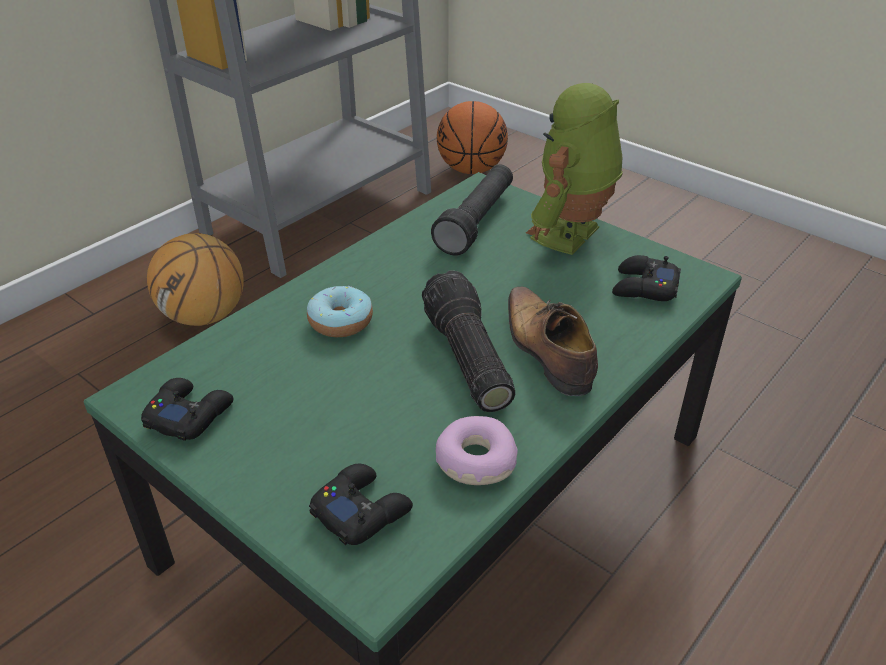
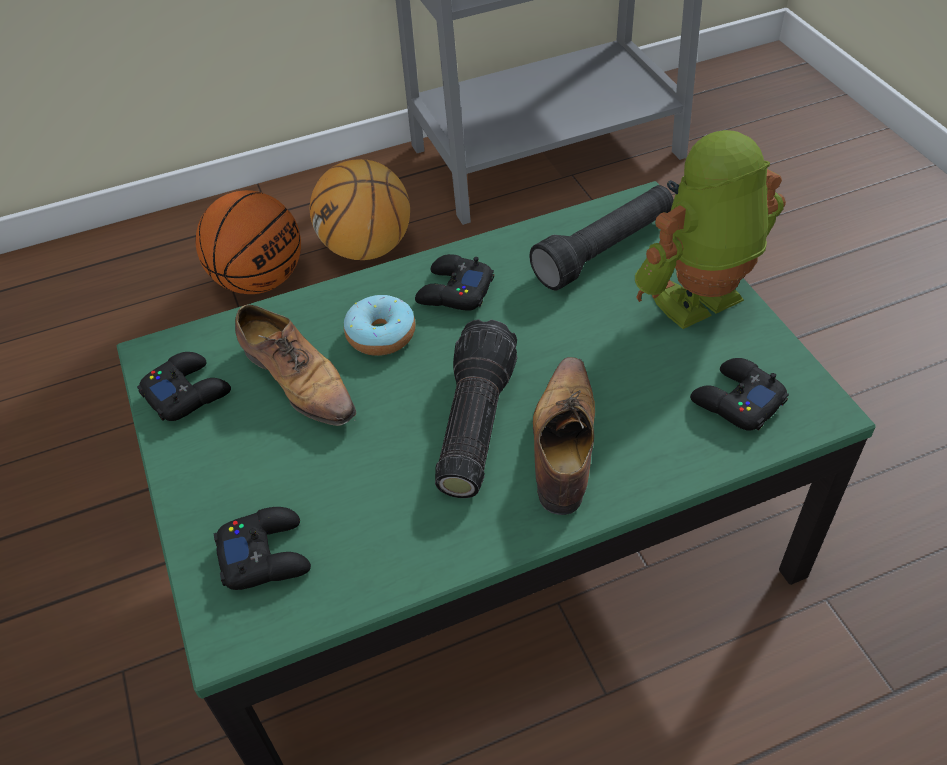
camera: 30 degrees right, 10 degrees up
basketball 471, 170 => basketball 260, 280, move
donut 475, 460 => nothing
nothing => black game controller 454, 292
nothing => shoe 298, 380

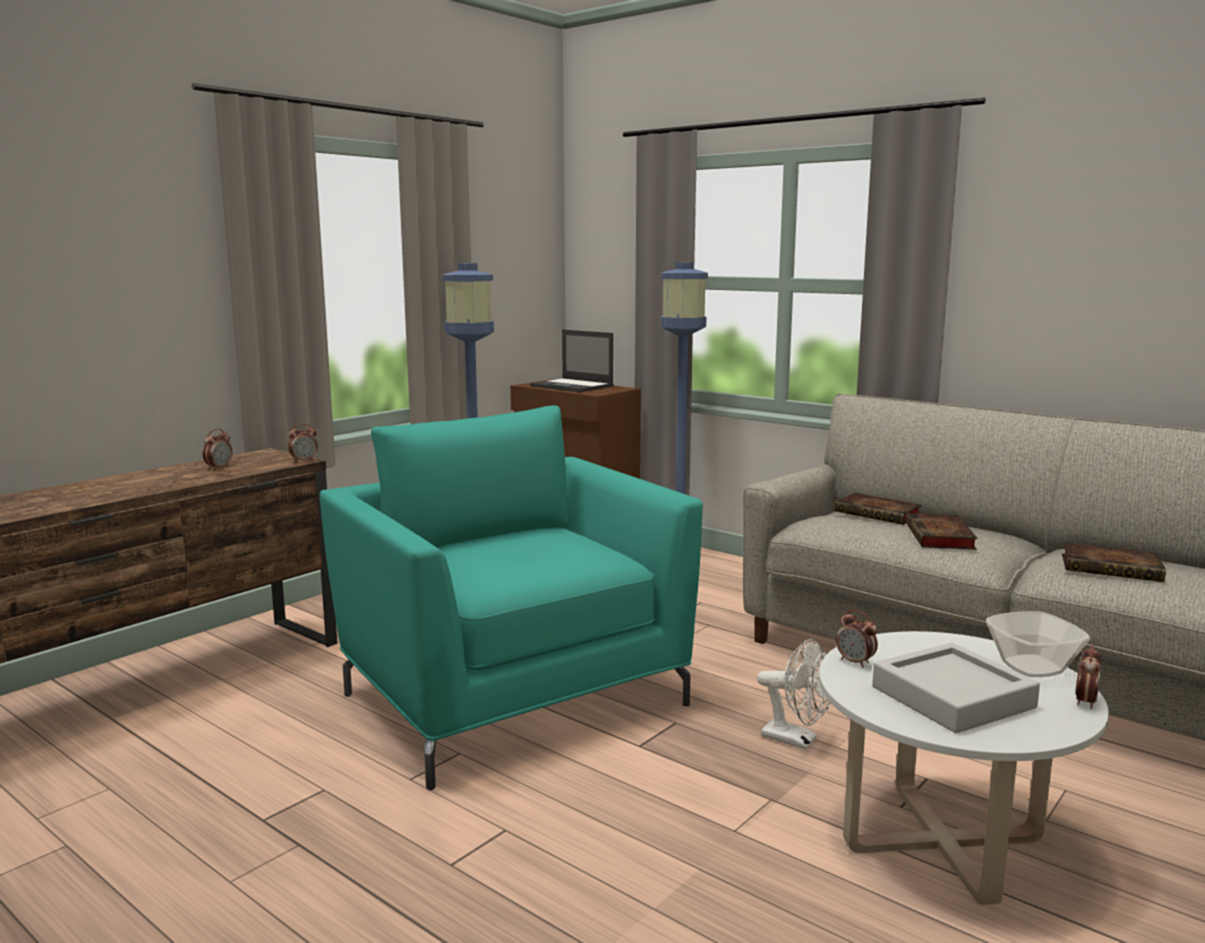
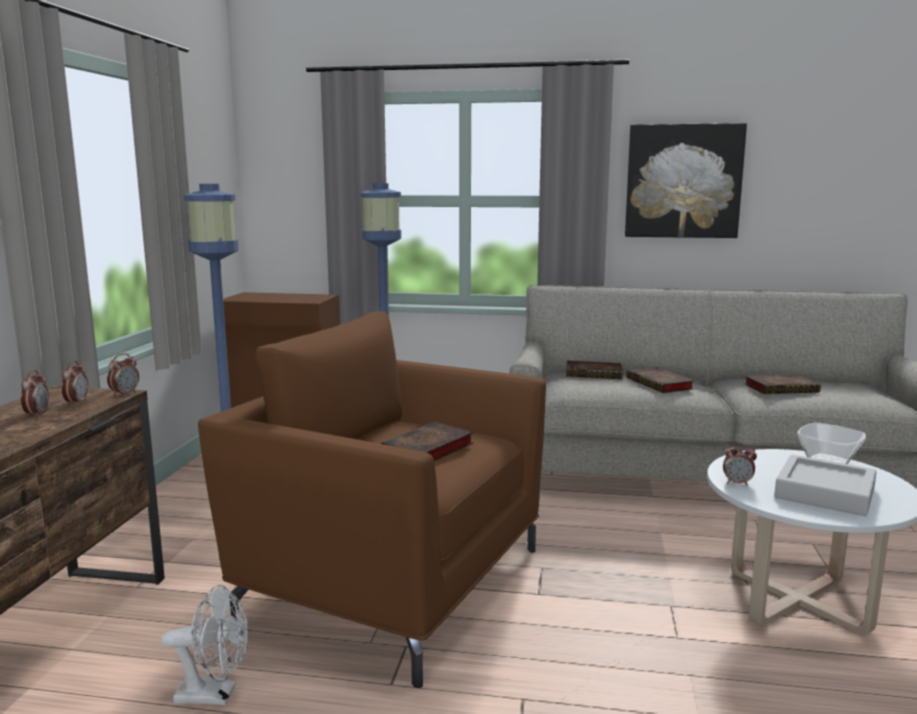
camera: 30 degrees left, 0 degrees up
laptop 573, 386 => nothing
turquoise armchair 513, 696 => brown armchair 392, 582
white fan 797, 740 => white fan 215, 694, move
alarm clock 1085, 702 => alarm clock 77, 403, move
nothing => picture 683, 181
nothing => book 427, 450

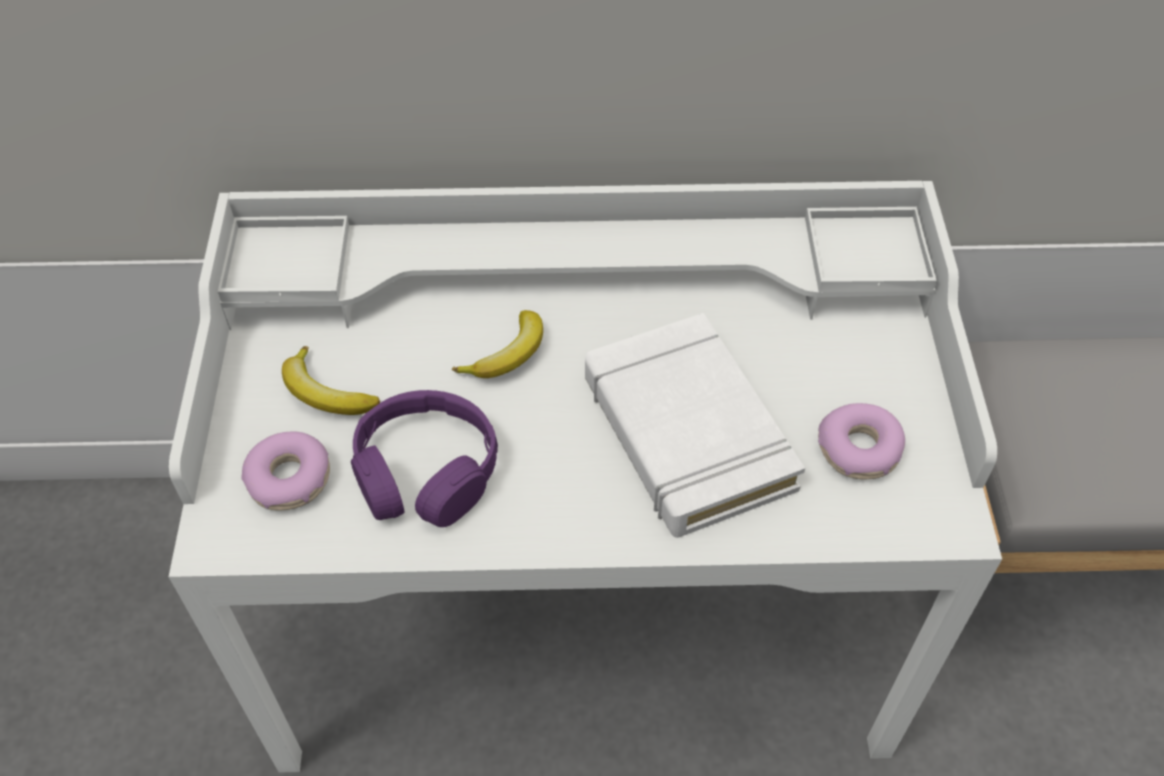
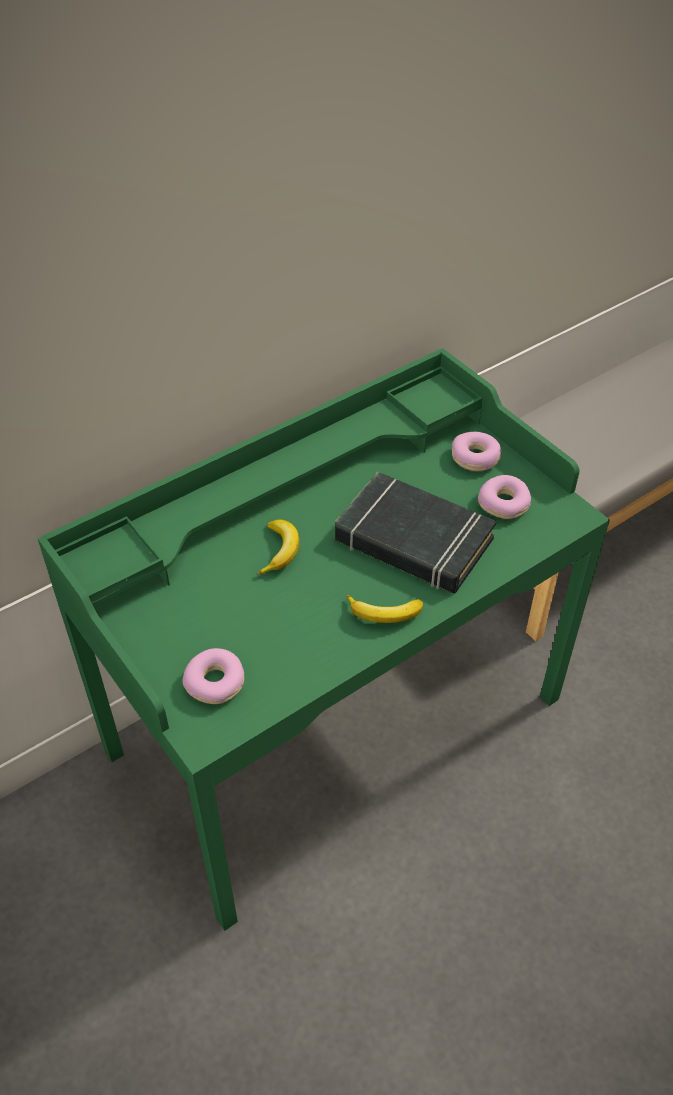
camera: 35 degrees left, 5 degrees down
white desk 582, 609 => green desk 334, 723
white book 686, 433 => black book 413, 540
banana 325, 393 => banana 384, 614, move
purple headphones 426, 472 => nothing
nothing => donut 475, 458

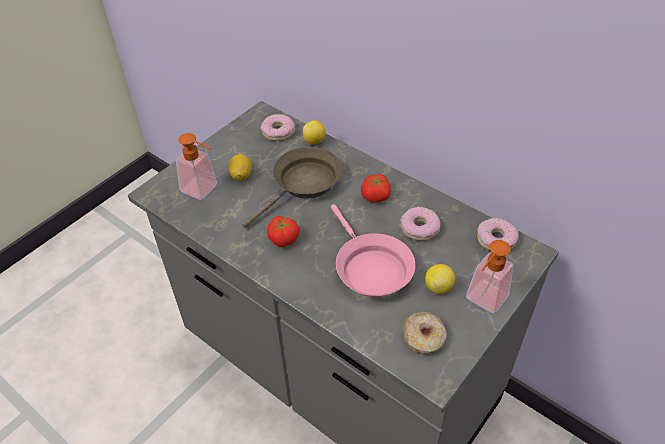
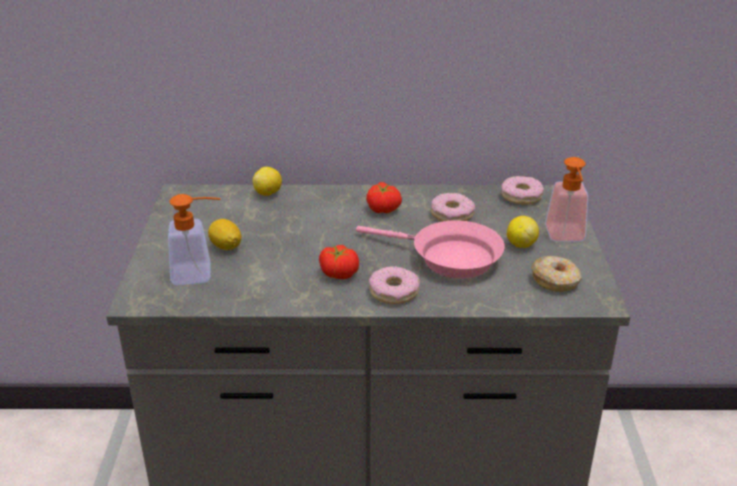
camera: 40 degrees left, 15 degrees down
donut 278, 132 => donut 394, 292, move
brown frying pan 303, 184 => nothing

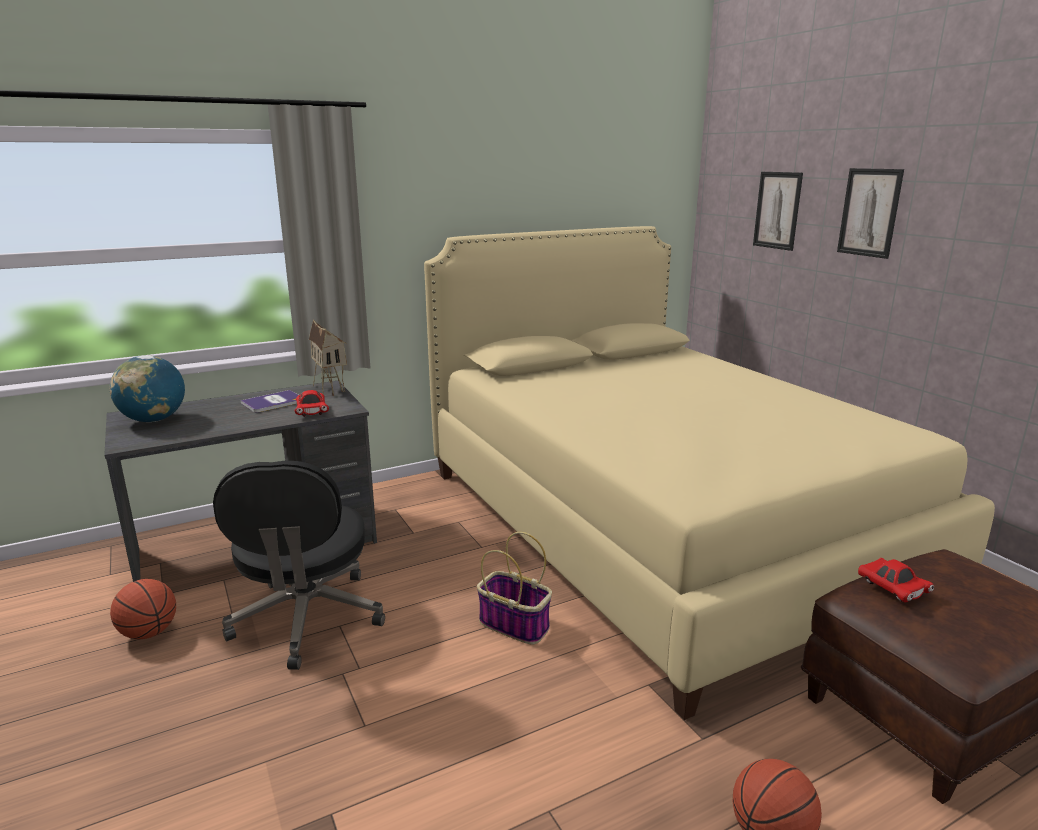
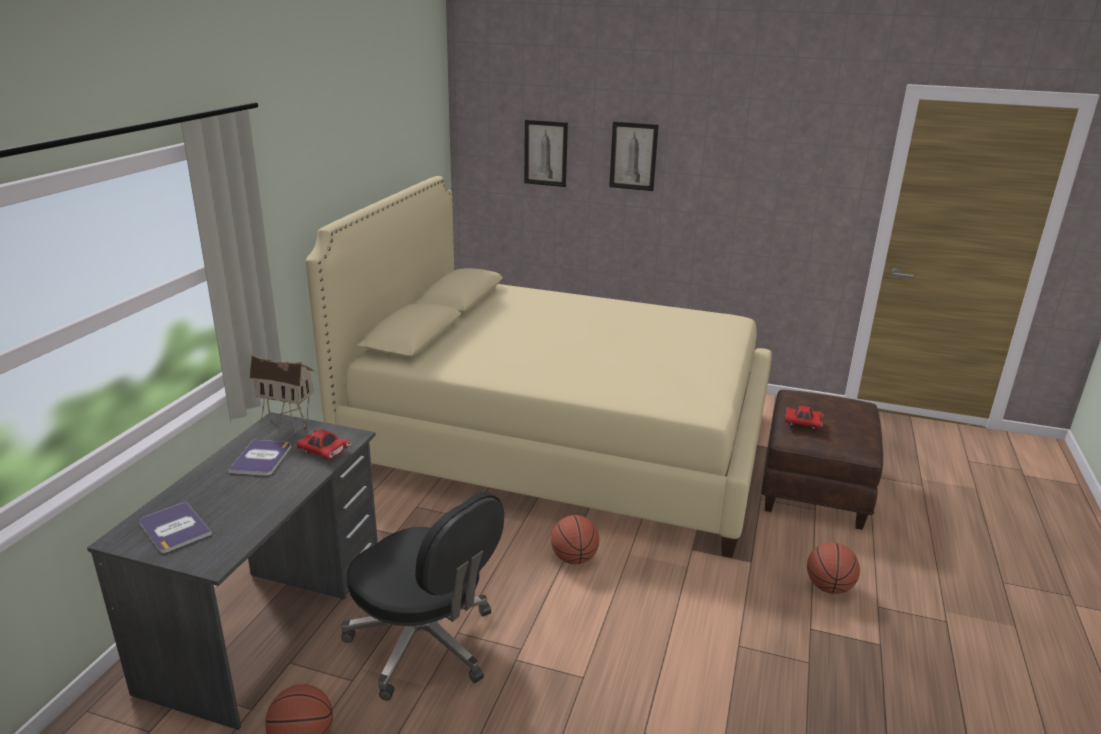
camera: 45 degrees left, 5 degrees up
globe 154, 420 => book 174, 528
basket 515, 625 => basketball 574, 558

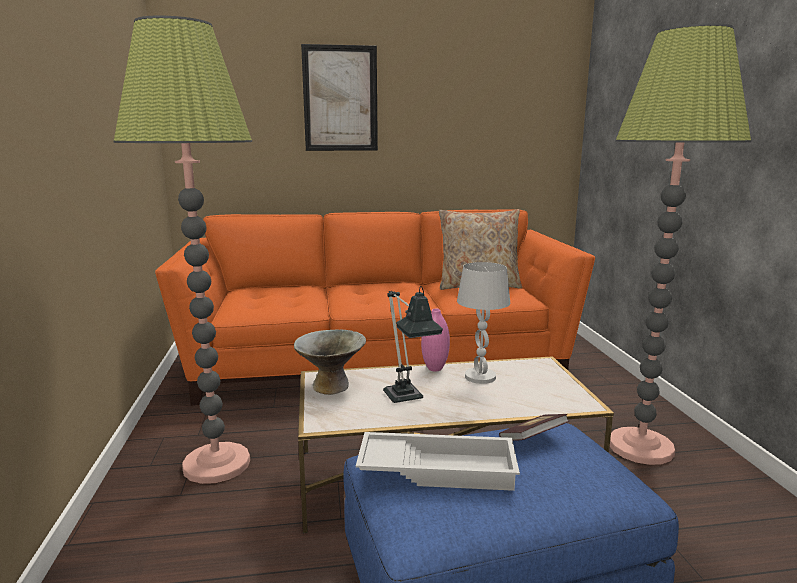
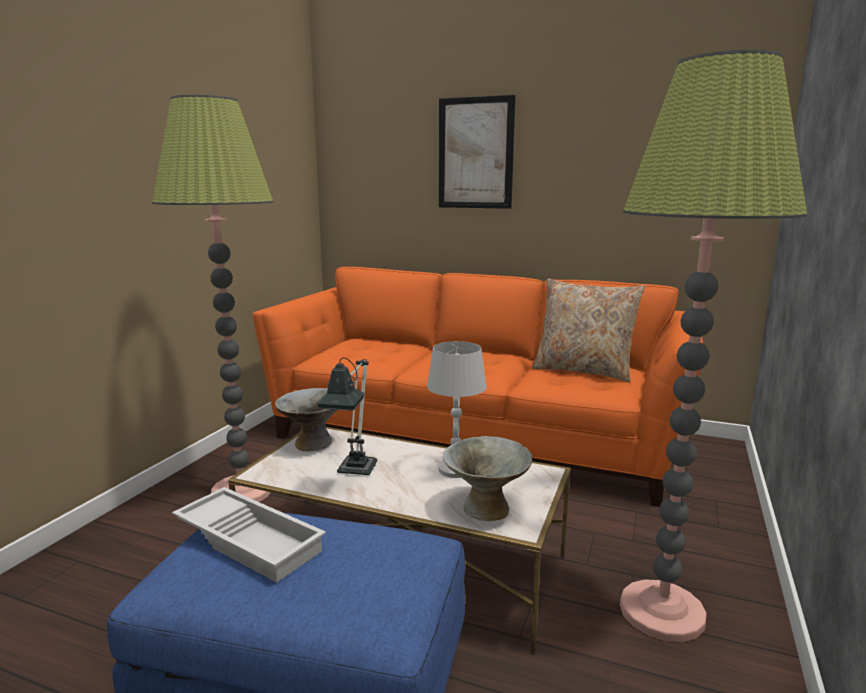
camera: 30 degrees right, 0 degrees up
pink vase 435, 368 => nothing
book 532, 439 => nothing
nothing => grey bowl 486, 508

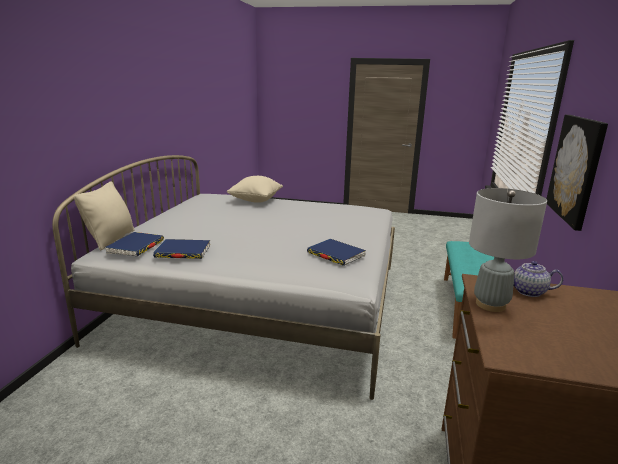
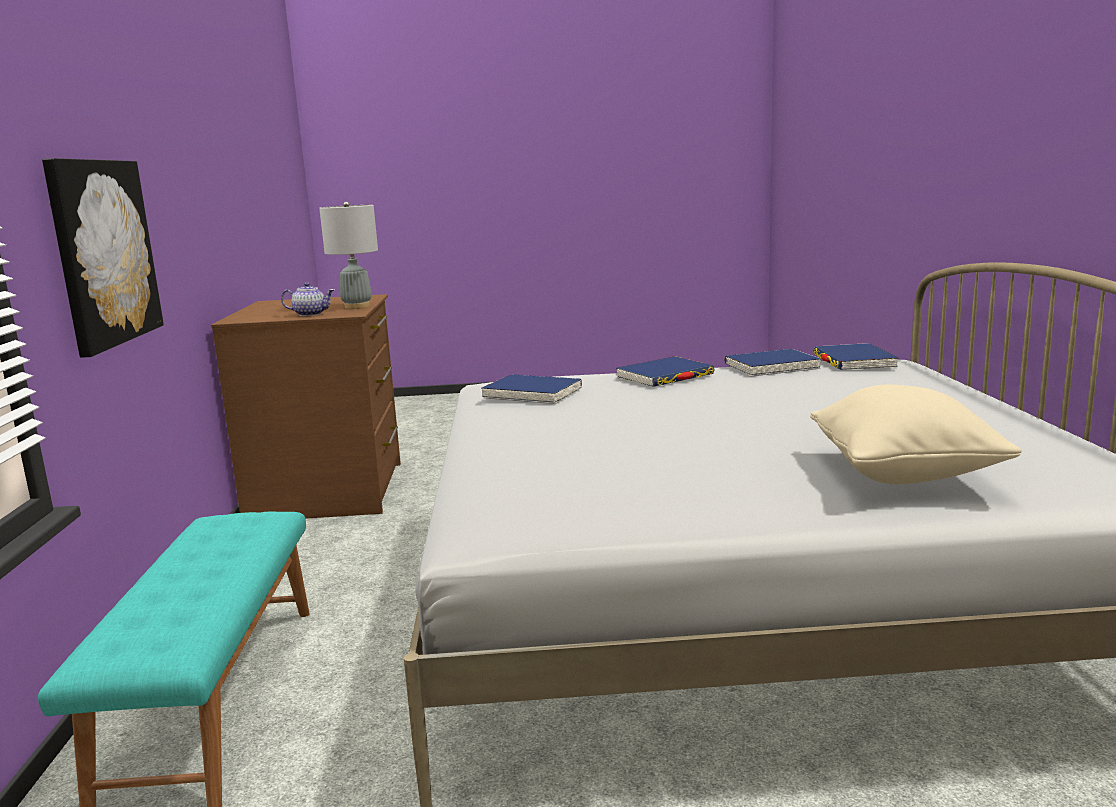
camera: 165 degrees right, 5 degrees down
beige pillow 111, 239 => nothing
nothing => blue book 665, 376

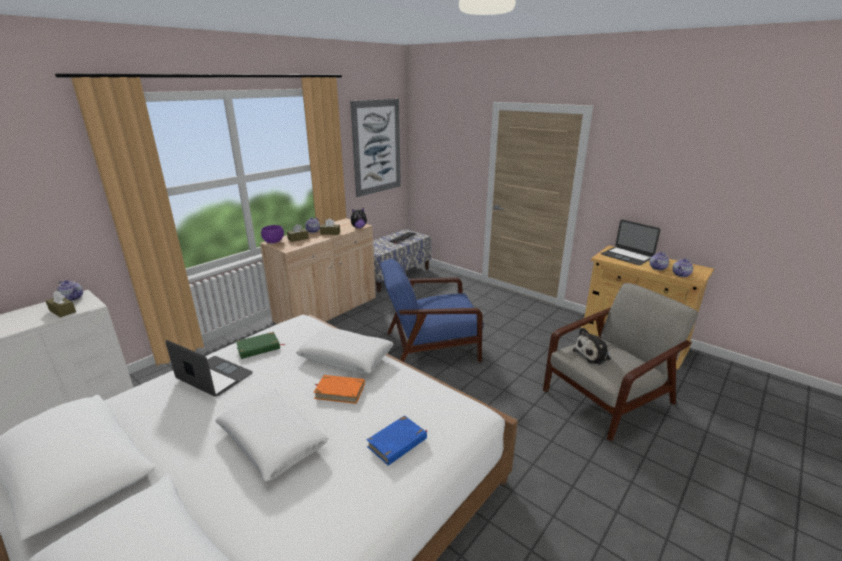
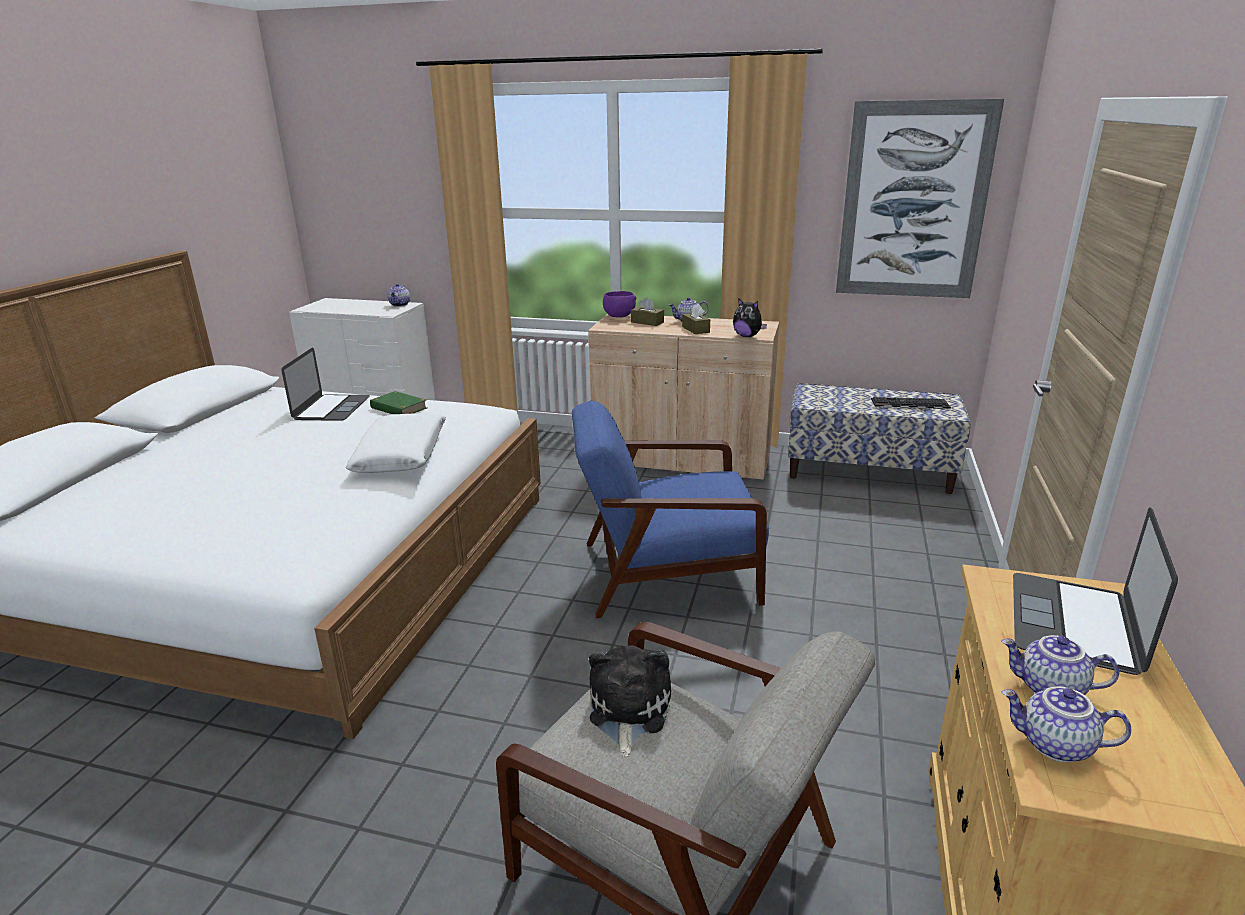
camera: 65 degrees right, 0 degrees up
blue armchair 430, 347 => blue armchair 666, 573, 60 degrees counterclockwise
brown tissue box 62, 311 => nothing
plush toy 593, 354 => plush toy 627, 711, 60 degrees clockwise
orange book 339, 391 => nothing
white pillow 272, 440 => nothing
blue book 397, 443 => nothing

